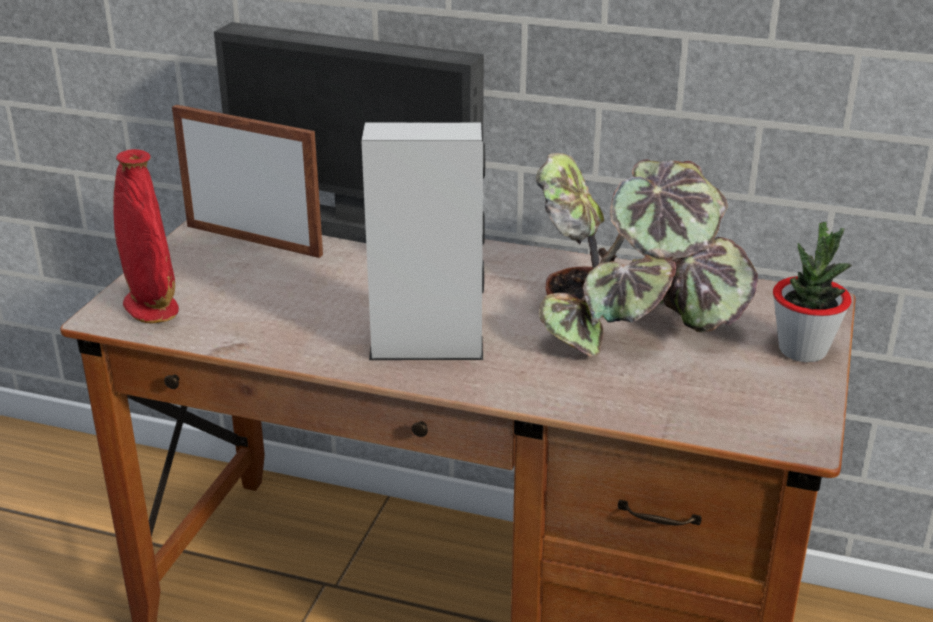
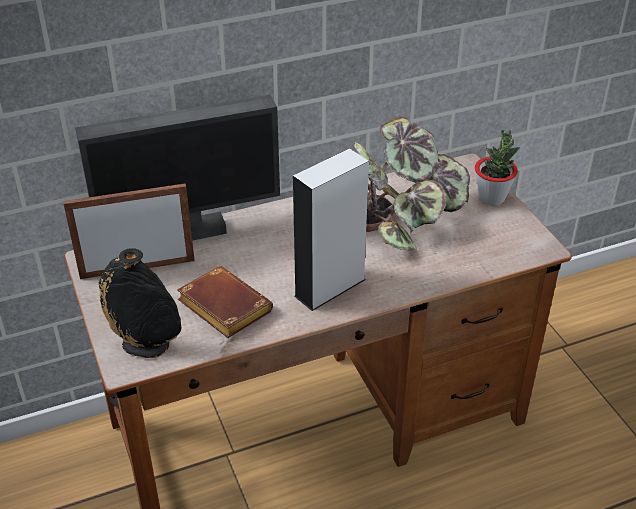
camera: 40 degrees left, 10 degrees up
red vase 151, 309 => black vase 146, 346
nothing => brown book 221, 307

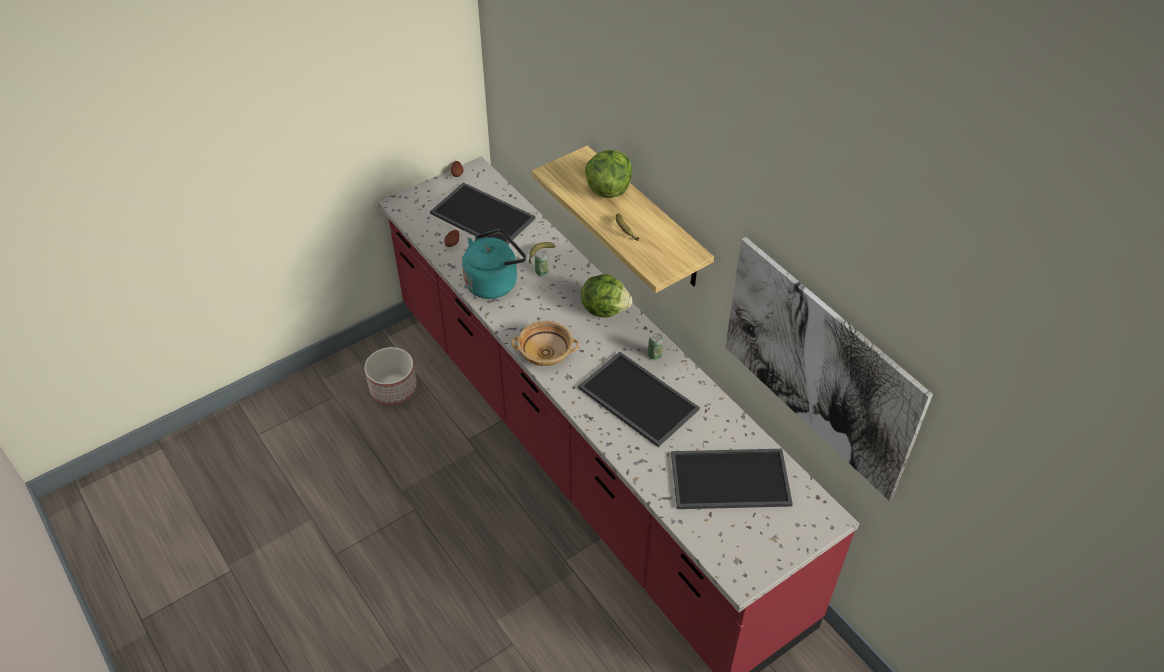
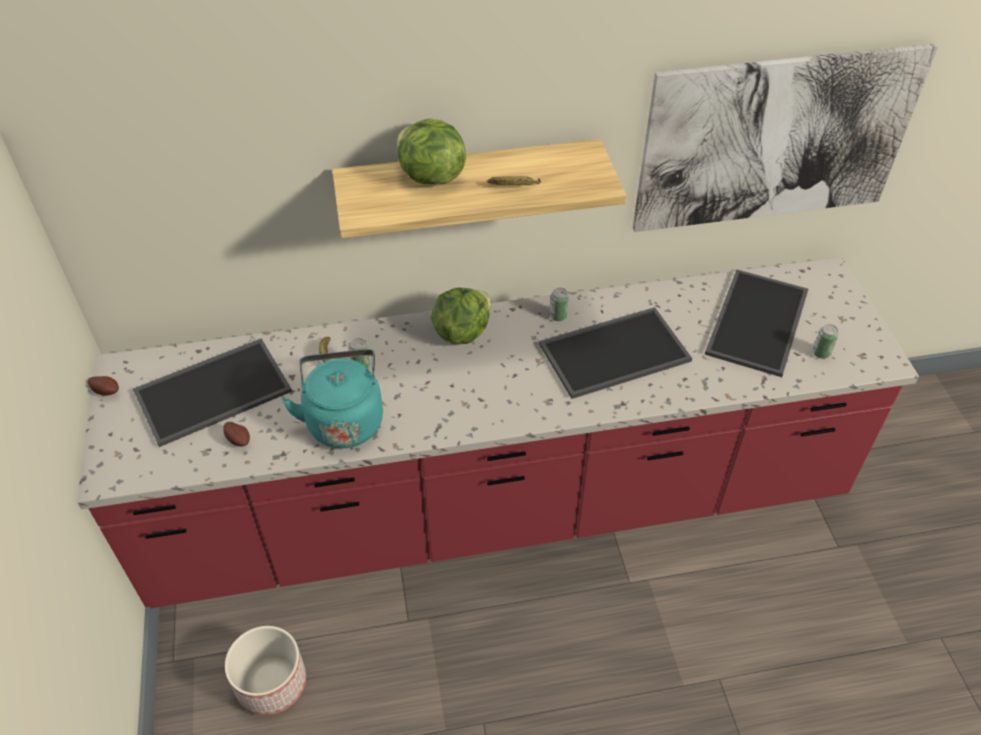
camera: 65 degrees left, 0 degrees up
beige bowl 546, 352 => nothing
nothing => can 820, 353

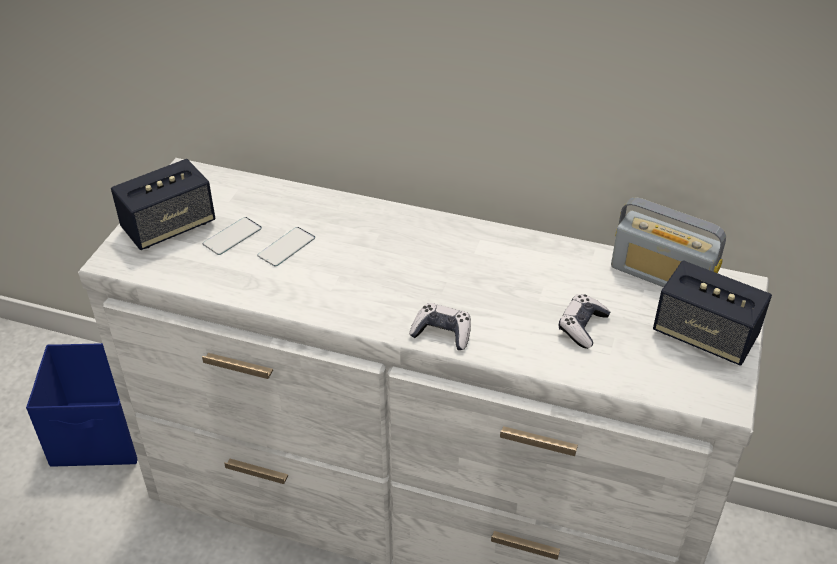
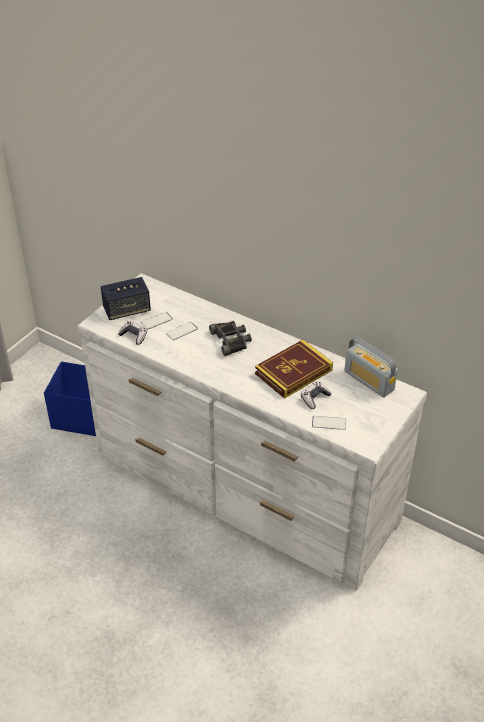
camera: 15 degrees right, 0 degrees up
speaker 704, 335 => nothing
game controller 442, 333 => game controller 134, 336, move
nothing => black binoculars 231, 340
nothing => book 293, 372
nothing => phone 329, 423

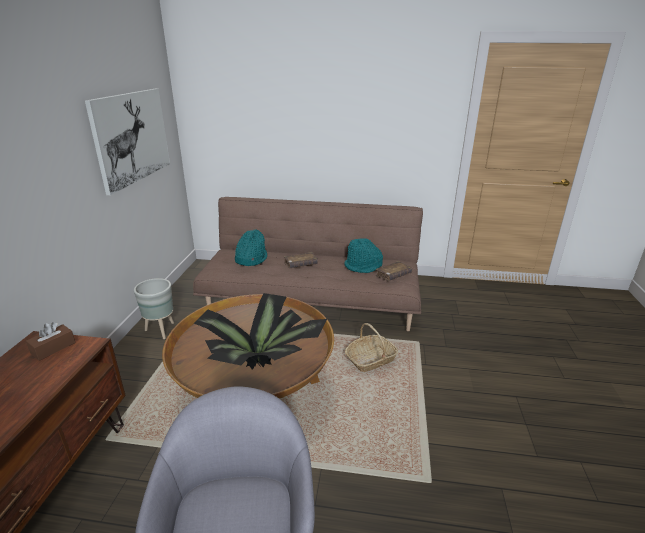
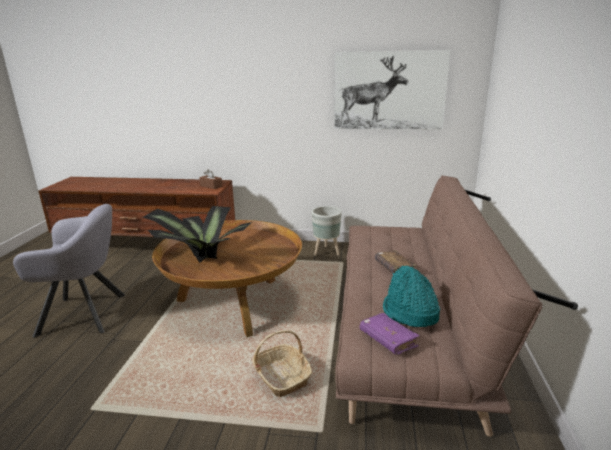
camera: 90 degrees right, 5 degrees down
turquoise hat 251, 259 => nothing
brown book 393, 275 => purple book 388, 339

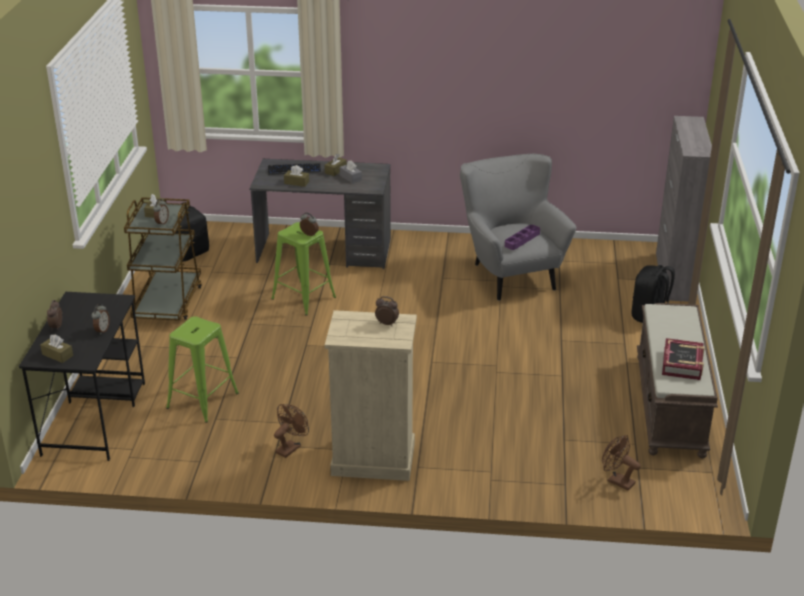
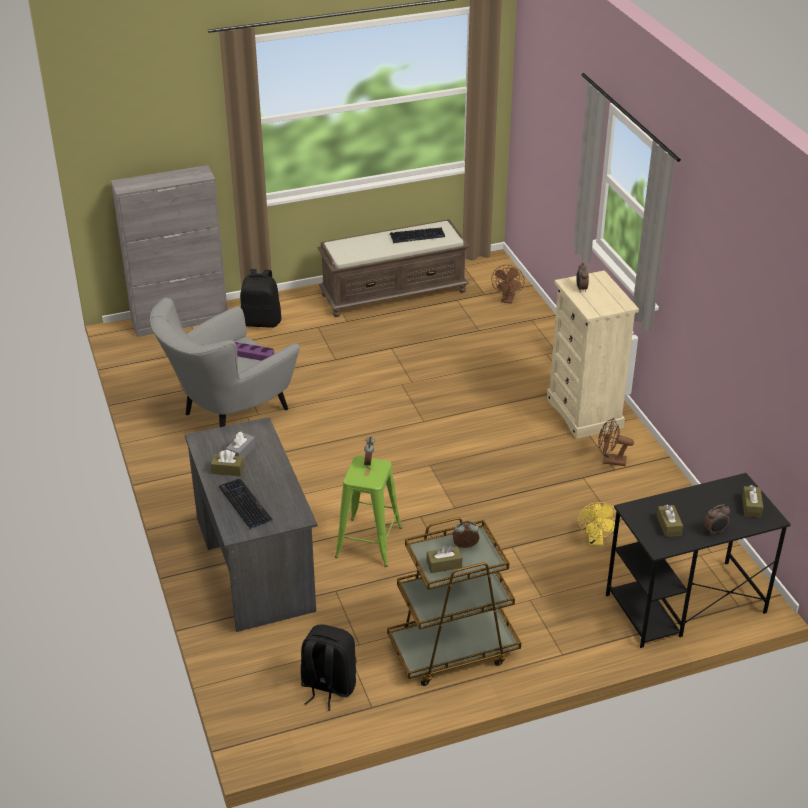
camera: 115 degrees left, 5 degrees up
brown tissue box 296, 182 => brown tissue box 668, 526, move
alarm clock 102, 330 => nothing
green stool 203, 400 => yellow fan 596, 541
book 682, 364 => keyboard 417, 236

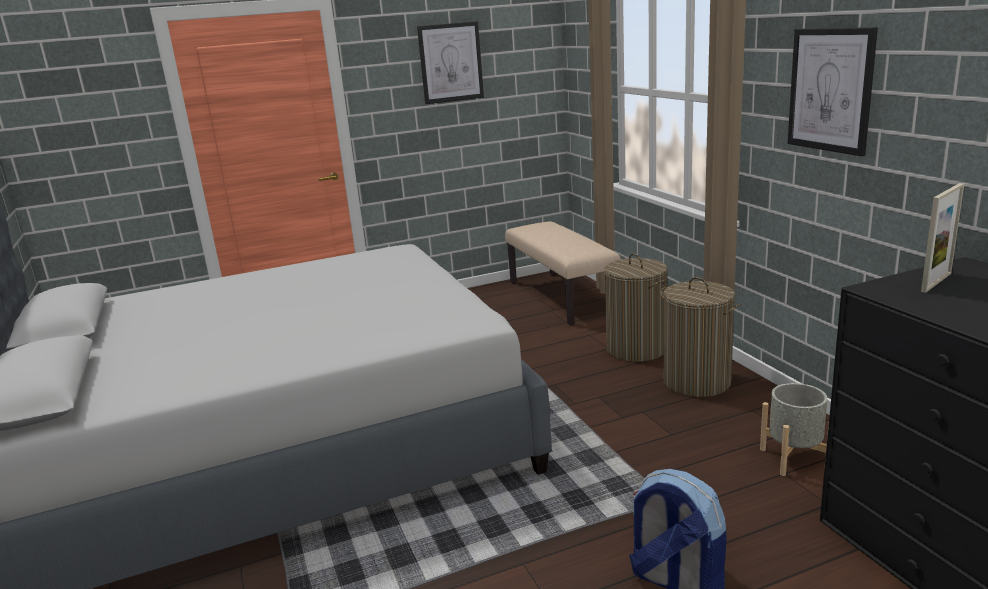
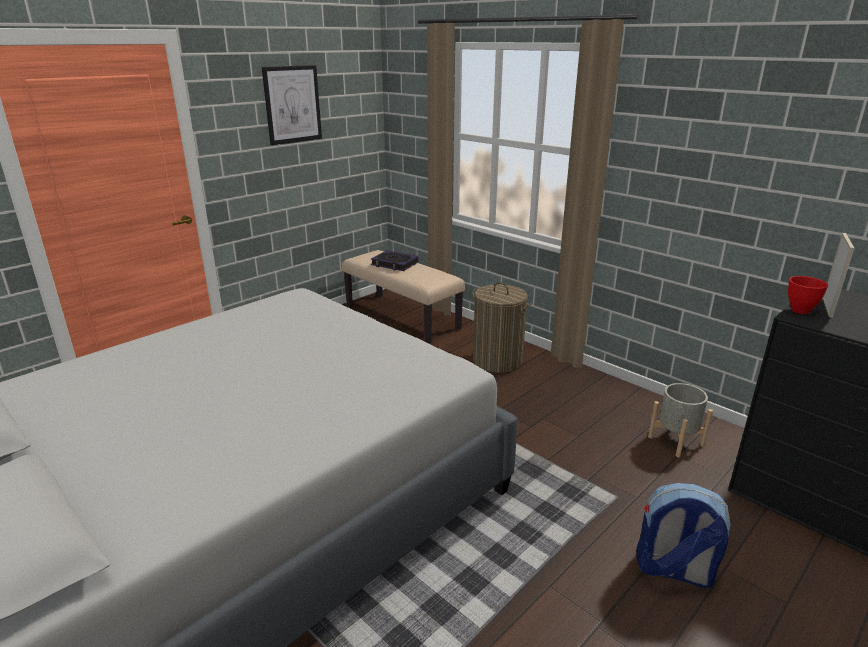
camera: 25 degrees left, 5 degrees up
picture 830, 90 => nothing
laundry basket 697, 382 => nothing
nothing => book 394, 264
nothing => red bowl 799, 310

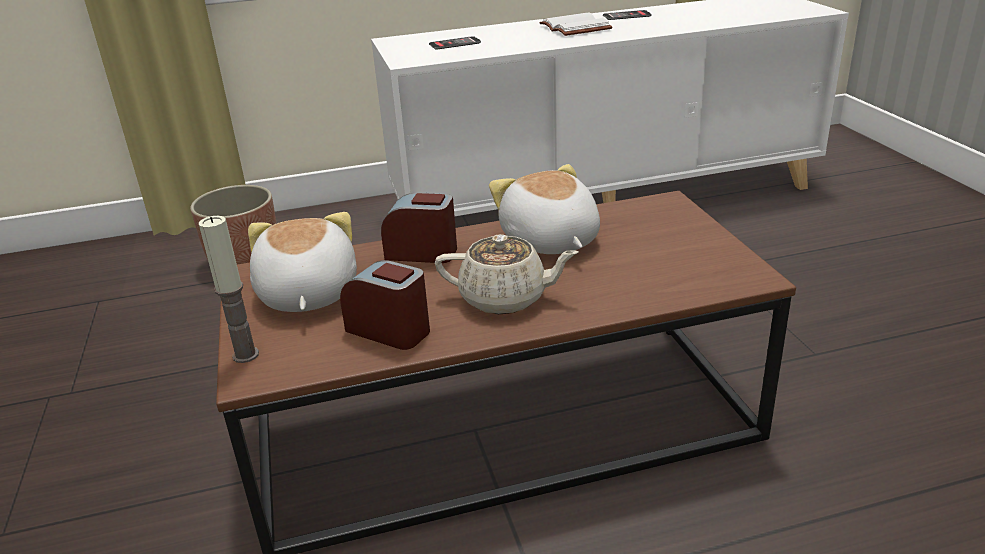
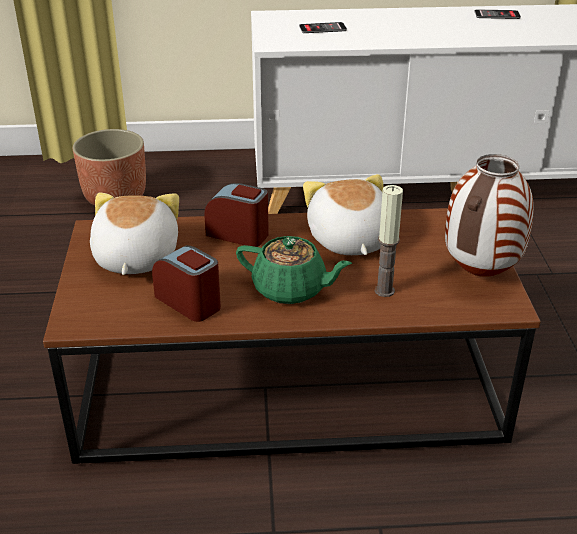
camera: 10 degrees right, 5 degrees up
white book 572, 28 => nothing
candle 245, 355 => candle 384, 290, move
beige teapot 505, 298 => green teapot 291, 289
nothing => vase 479, 273

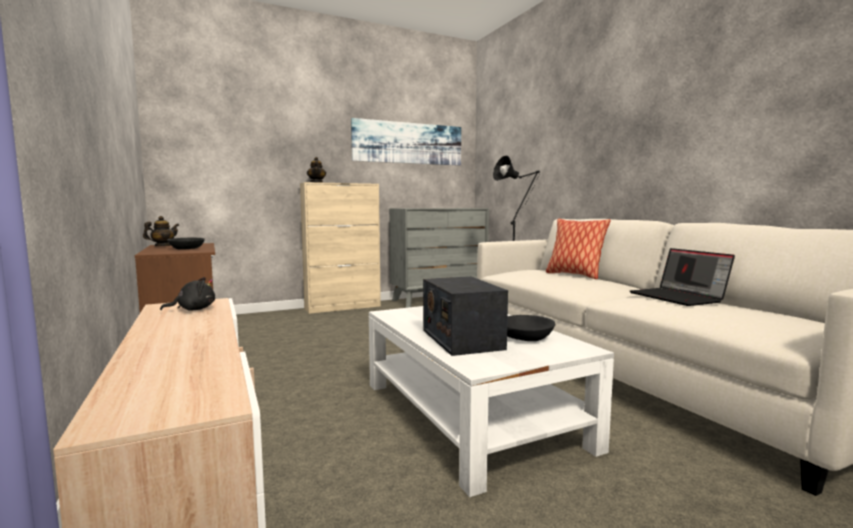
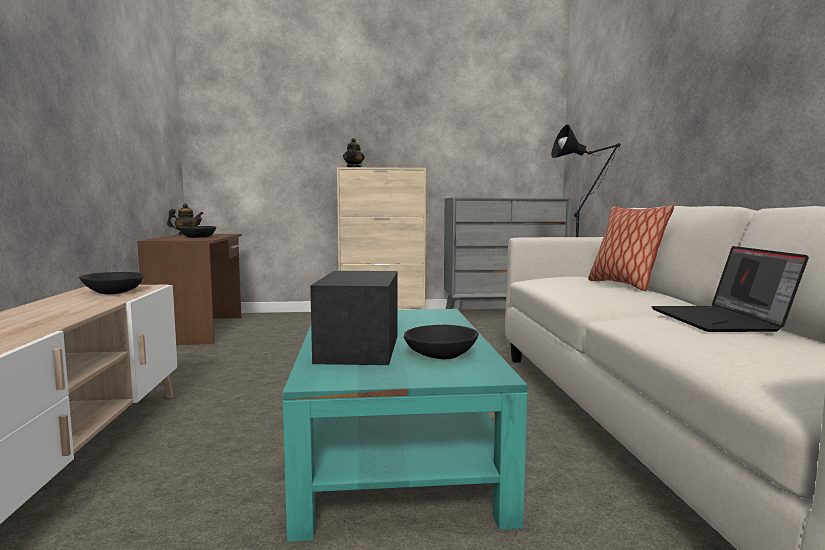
camera: 20 degrees right, 0 degrees up
picture 408, 143 => nothing
black plush toy 193, 309 => black bowl 113, 292
white coffee table 471, 414 => turquoise coffee table 395, 448

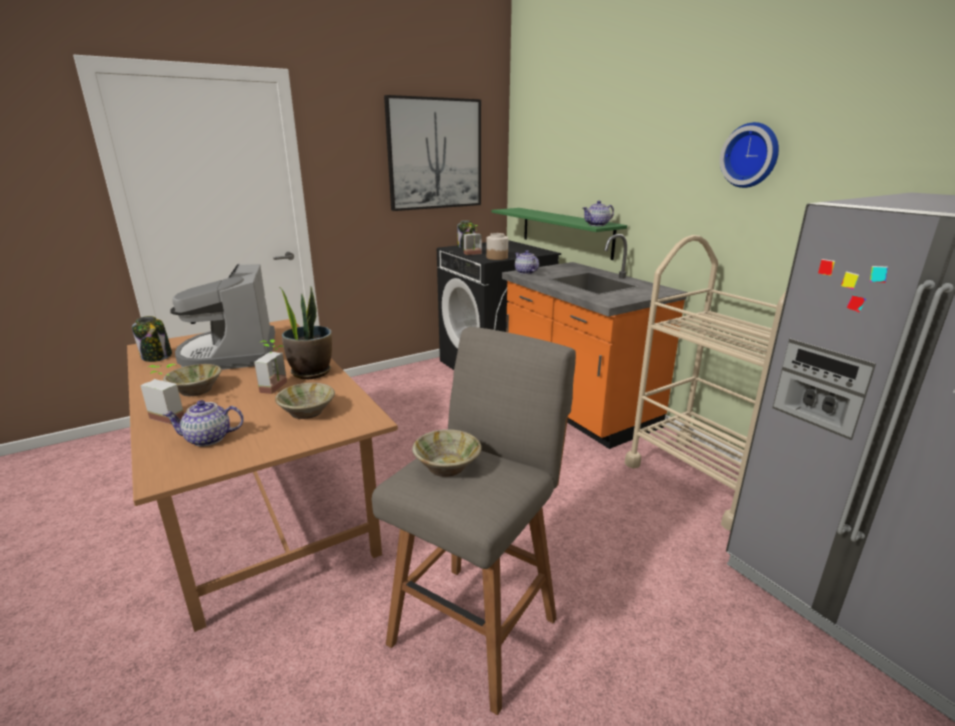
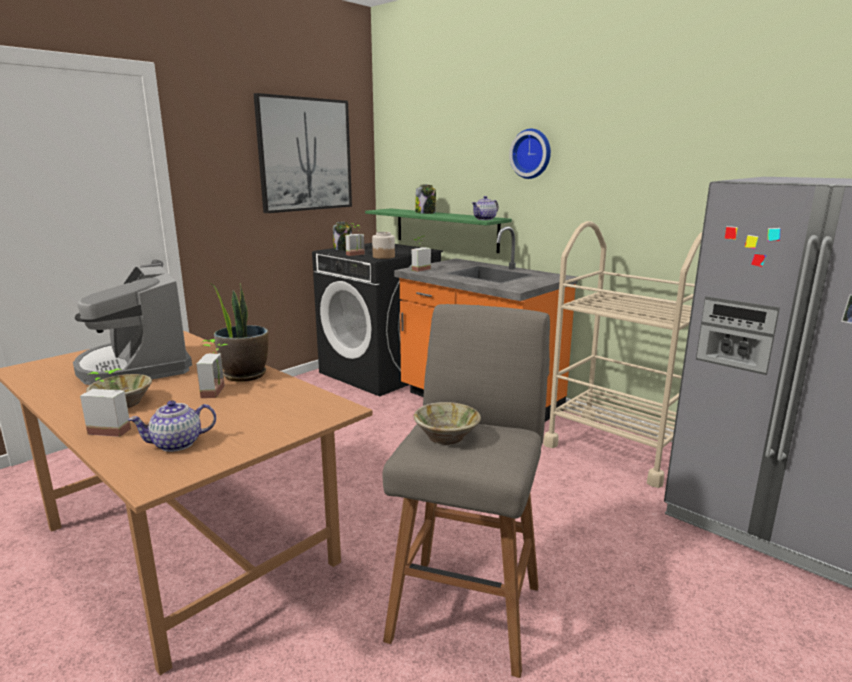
camera: 15 degrees left, 5 degrees down
wall clock 751, 155 => wall clock 532, 154, move
teapot 526, 272 => potted plant 418, 269
jar 157, 356 => jar 425, 213, move
beige bowl 307, 412 => nothing

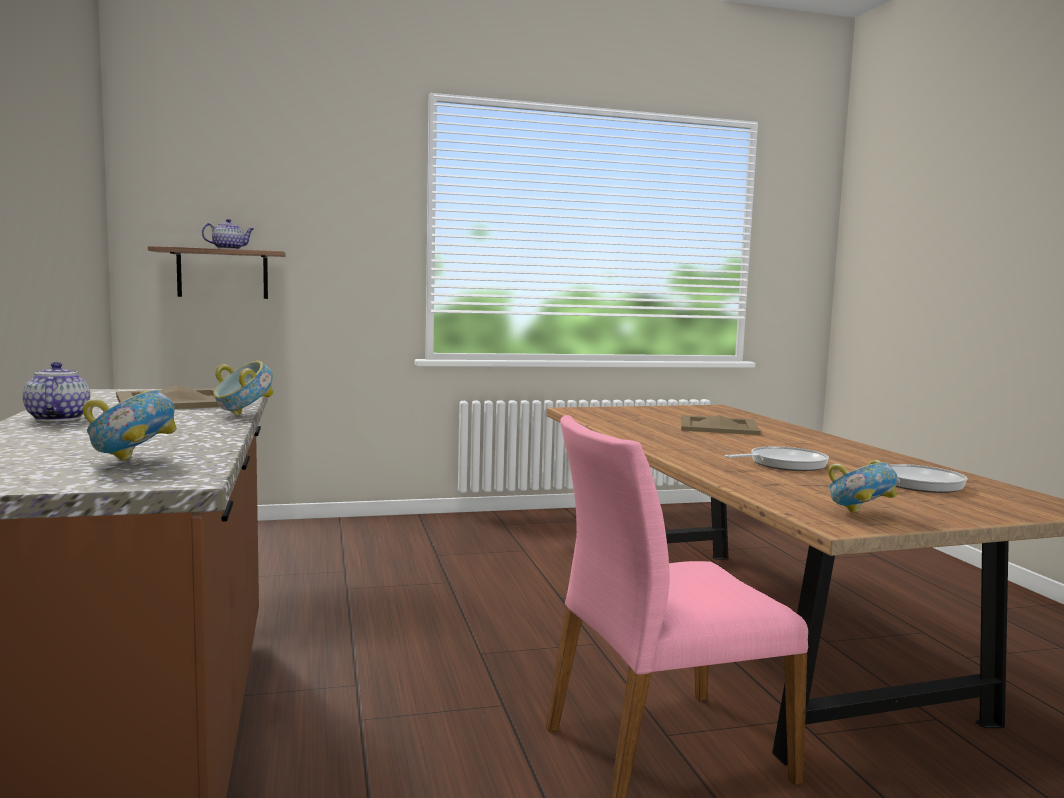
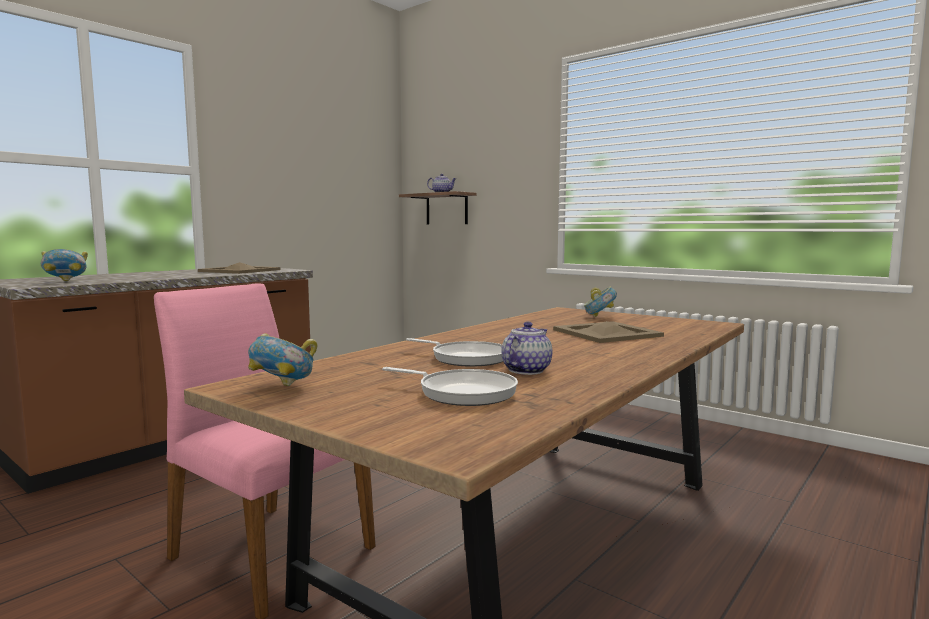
camera: 55 degrees right, 0 degrees up
bowl 243, 414 => bowl 599, 317, move
teapot 57, 418 => teapot 526, 370, move

